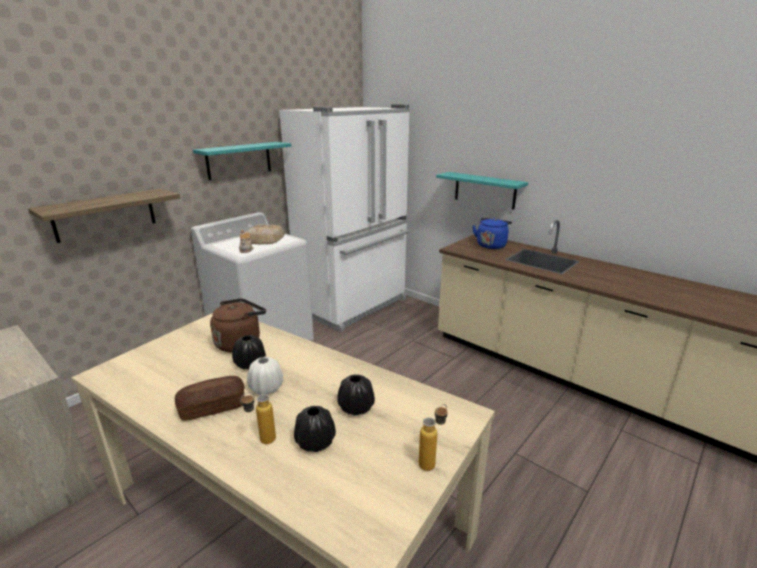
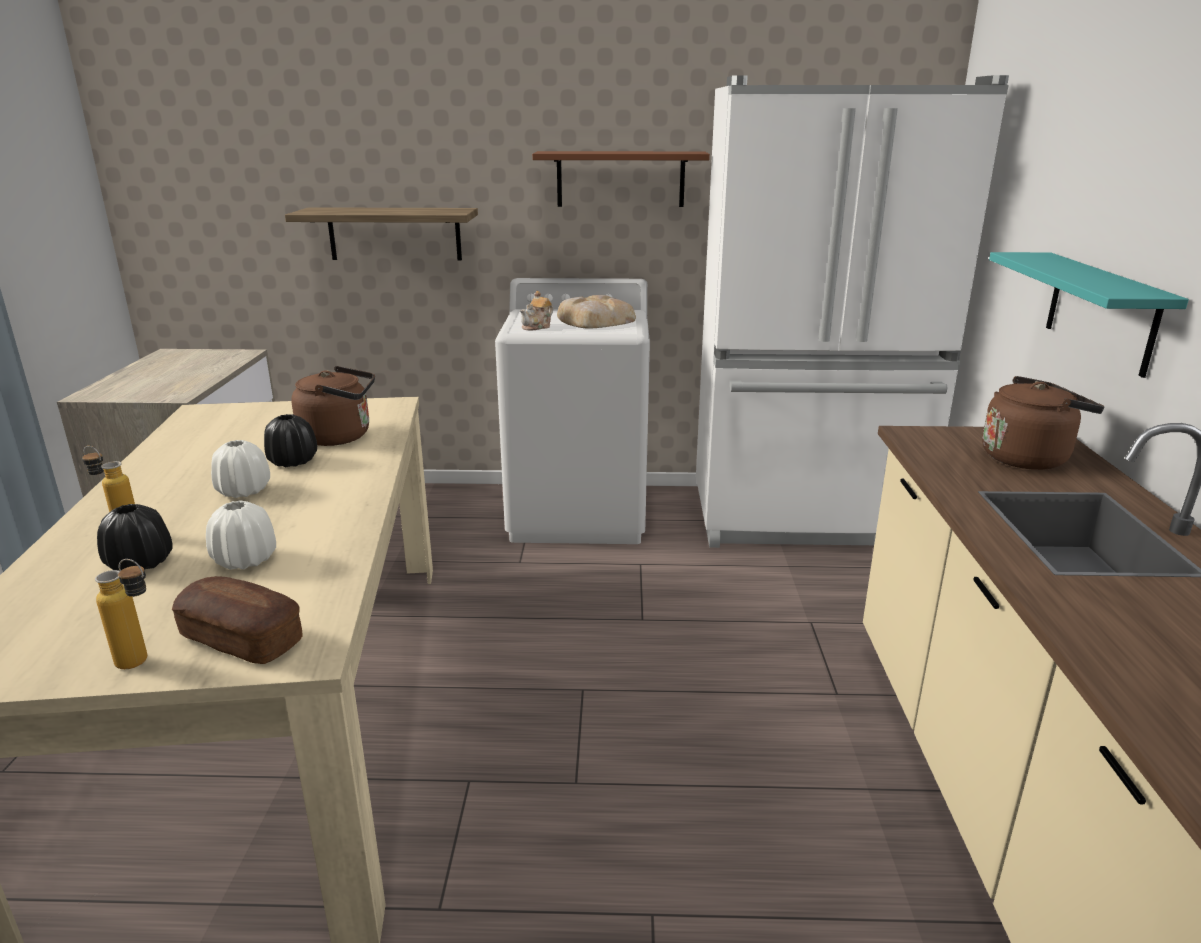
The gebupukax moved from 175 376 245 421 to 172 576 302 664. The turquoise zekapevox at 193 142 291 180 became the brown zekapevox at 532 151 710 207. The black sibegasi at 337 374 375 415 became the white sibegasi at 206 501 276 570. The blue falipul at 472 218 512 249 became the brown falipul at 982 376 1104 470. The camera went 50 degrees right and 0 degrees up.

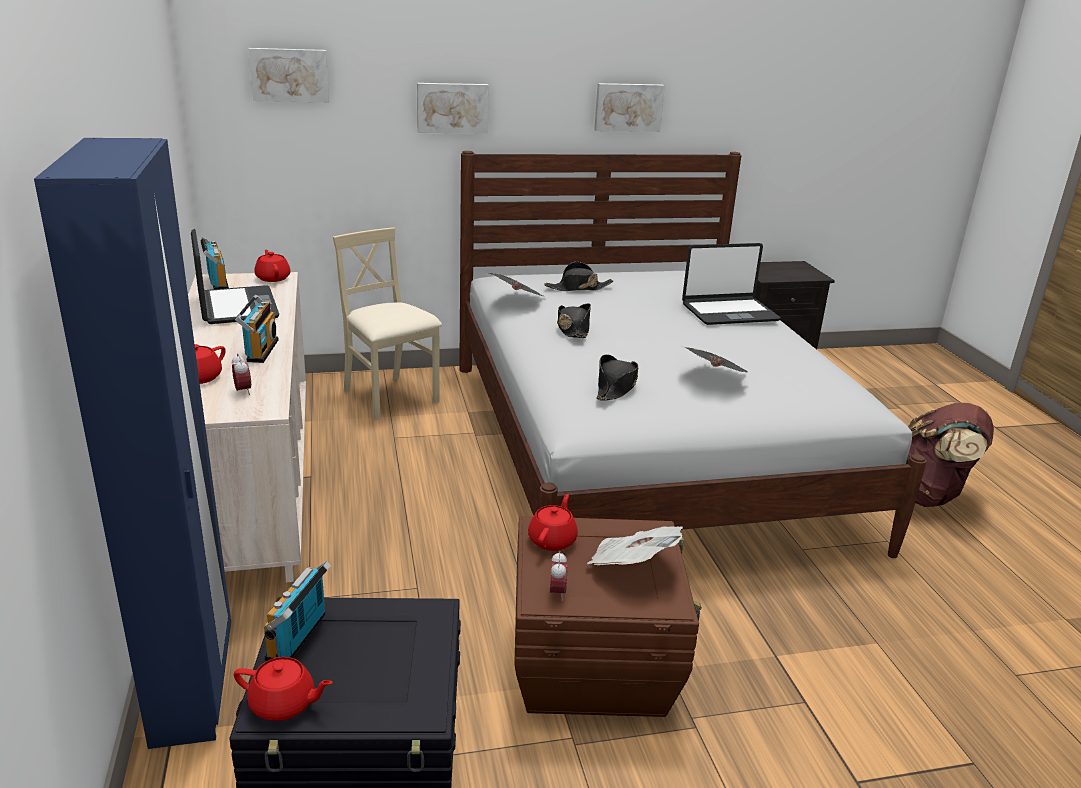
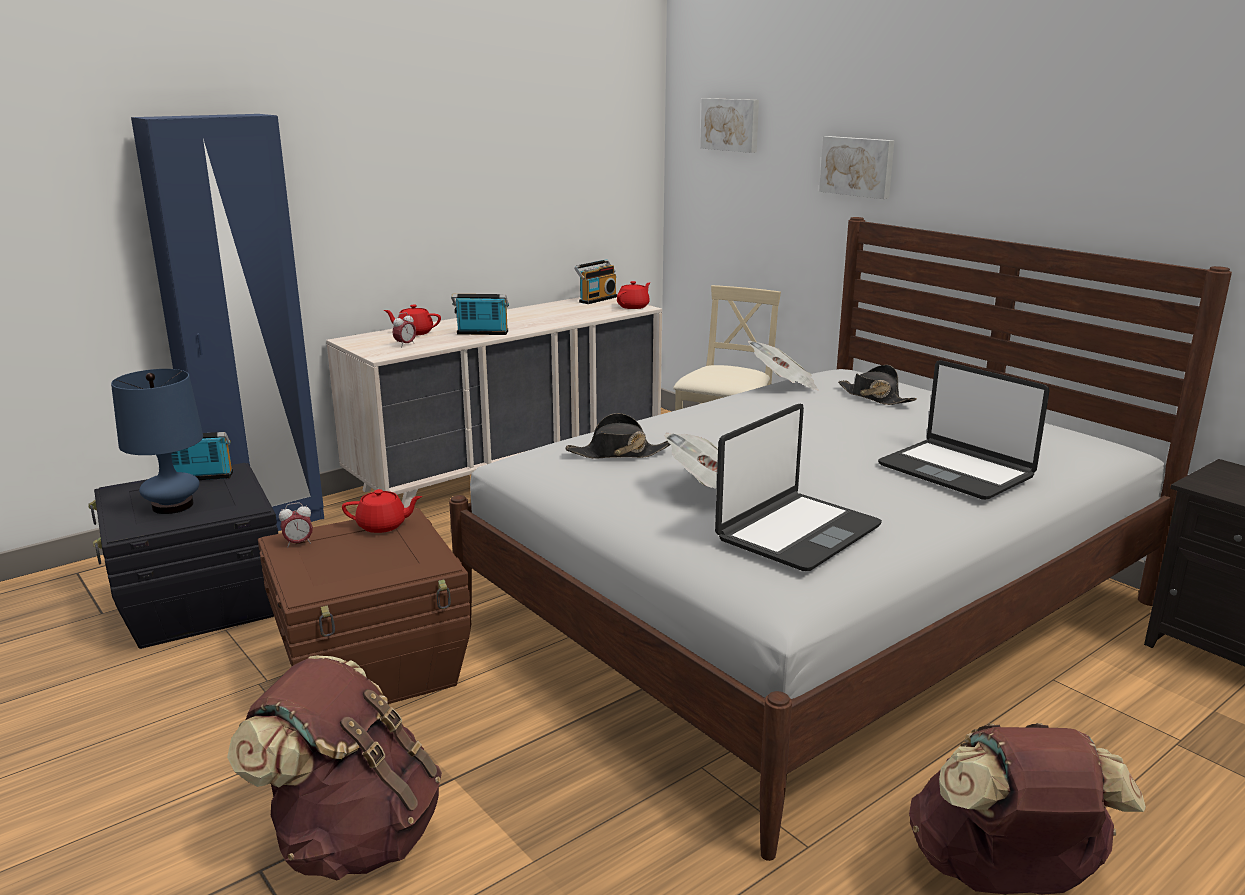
The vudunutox moved from 191 229 279 324 to 715 404 882 571. The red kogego at 234 657 333 721 disappeared. The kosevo at 235 295 279 363 turned 150 degrees counterclockwise. The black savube at 557 303 591 338 disappeared. The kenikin at 587 526 683 565 disappeared. The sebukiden at 594 83 665 132 disappeared. The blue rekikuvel at 111 369 203 514 appeared. The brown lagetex at 227 656 442 880 appeared. The camera went 65 degrees right and 5 degrees down.

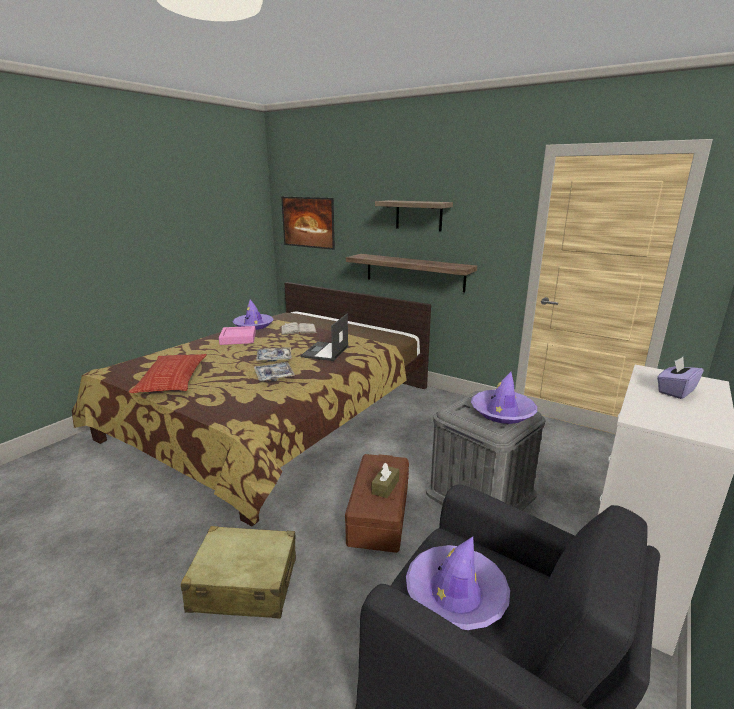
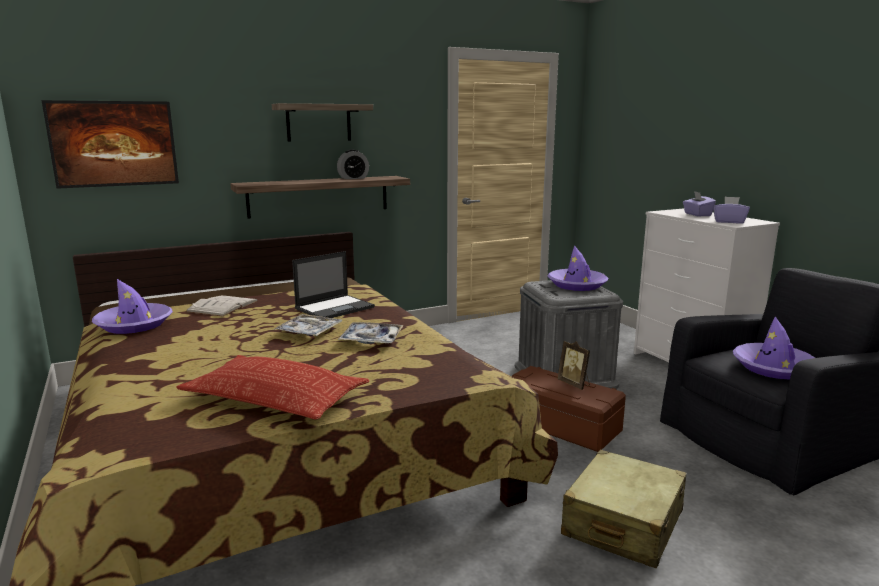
The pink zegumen at 219 326 256 345 disappeared. The vudunutox at 300 314 349 361 turned 90 degrees counterclockwise. The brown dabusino at 372 463 399 498 was replaced by the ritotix at 557 341 590 390. The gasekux at 337 150 369 179 appeared. The purple dabusino at 713 197 750 224 appeared. The camera went 60 degrees left and 5 degrees down.

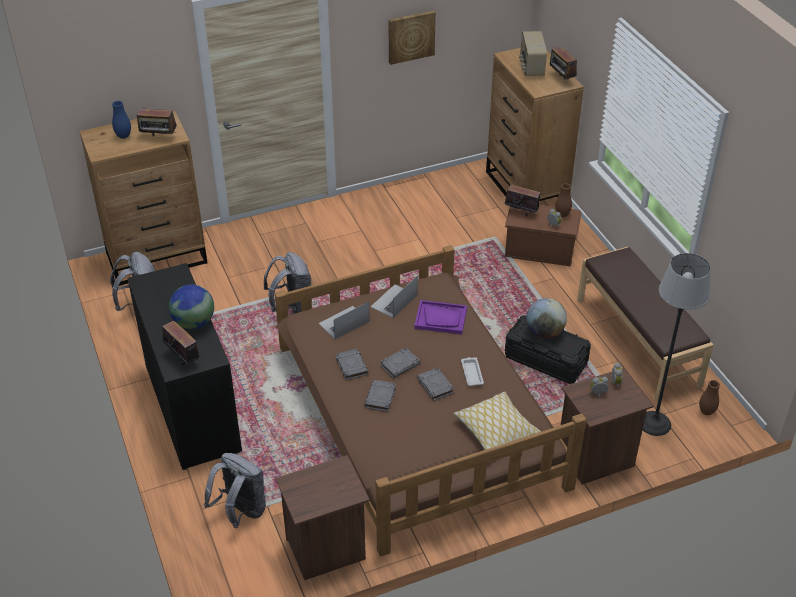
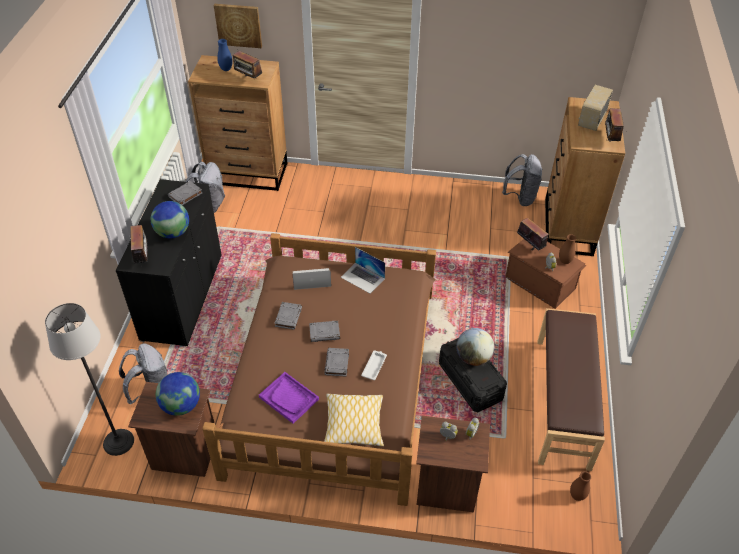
The grey lagetex moved from 264 252 313 314 to 502 154 543 206. The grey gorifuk moved from 364 380 396 412 to 168 181 202 205. The vudunutox at 371 275 418 318 turned 120 degrees counterclockwise. The sebukiden moved from 389 11 436 65 to 214 4 262 48. The purple zegumen moved from 414 300 467 334 to 259 372 319 424. The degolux moved from 643 253 711 436 to 45 303 134 456. The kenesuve at 156 372 200 416 appeared. The camera went 30 degrees right and 5 degrees up.

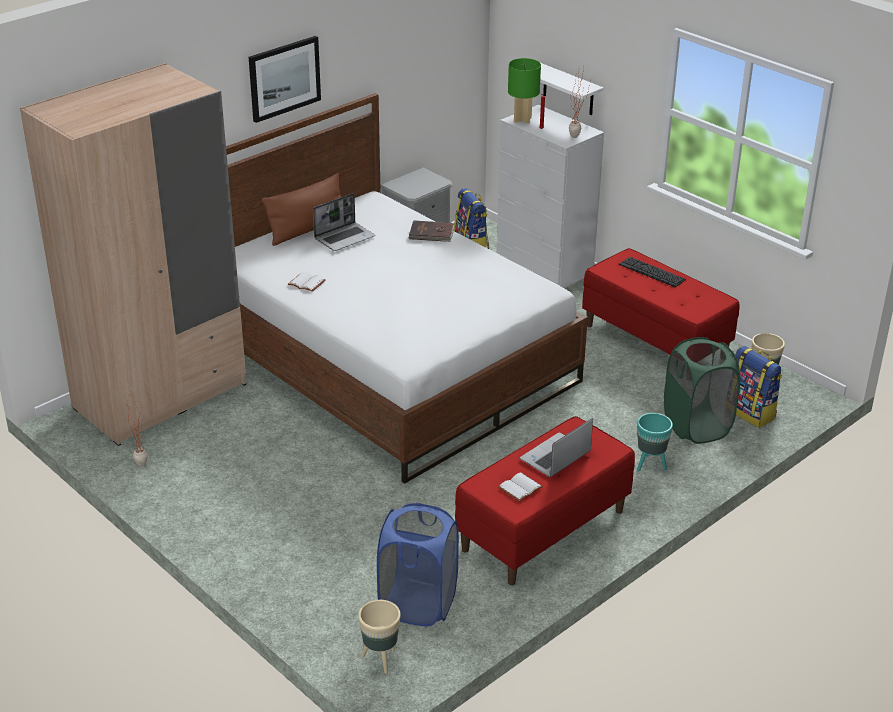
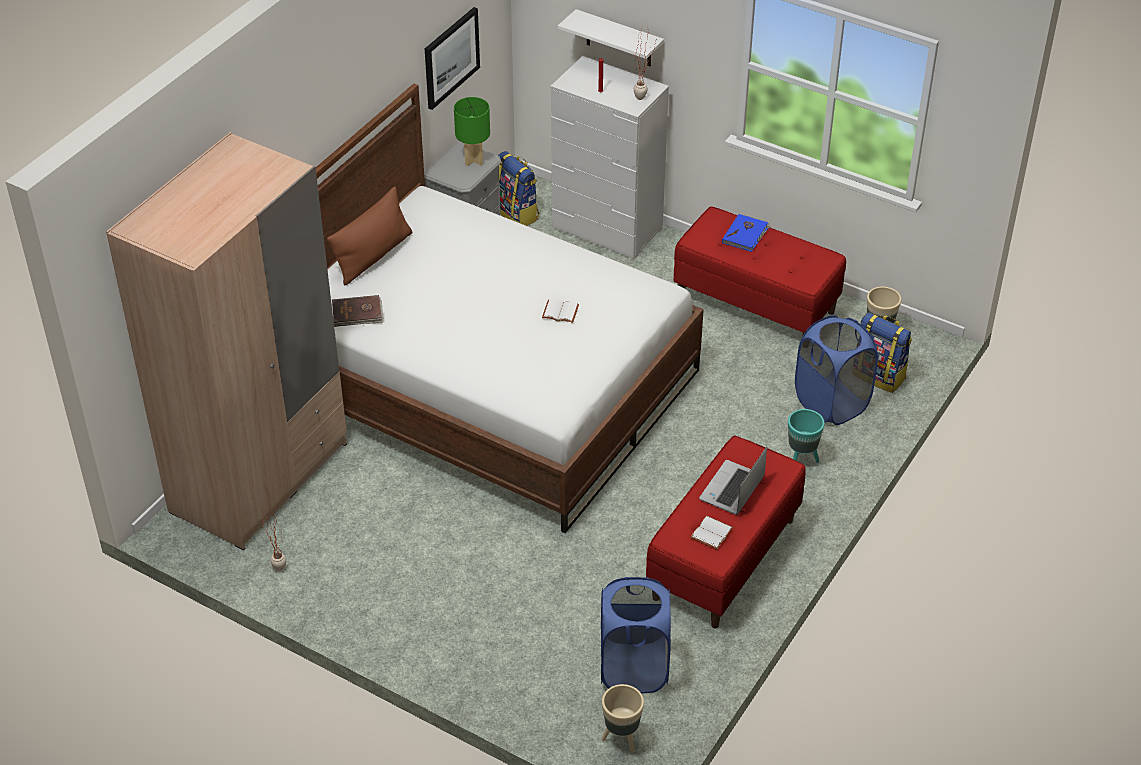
The sebukiden moved from 249 36 321 123 to 425 7 480 110. The white gorifuk moved from 288 272 326 292 to 542 299 579 323. The vudunutox at 313 193 375 251 disappeared. The brown gorifuk moved from 408 220 455 242 to 332 295 383 327. The green rekikuvel moved from 508 58 541 124 to 454 97 490 166. The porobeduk at 619 257 686 287 was replaced by the blue gorifuk at 722 214 770 252. The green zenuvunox at 664 337 740 444 became the blue zenuvunox at 795 315 878 425. The camera went 15 degrees left and 10 degrees up.

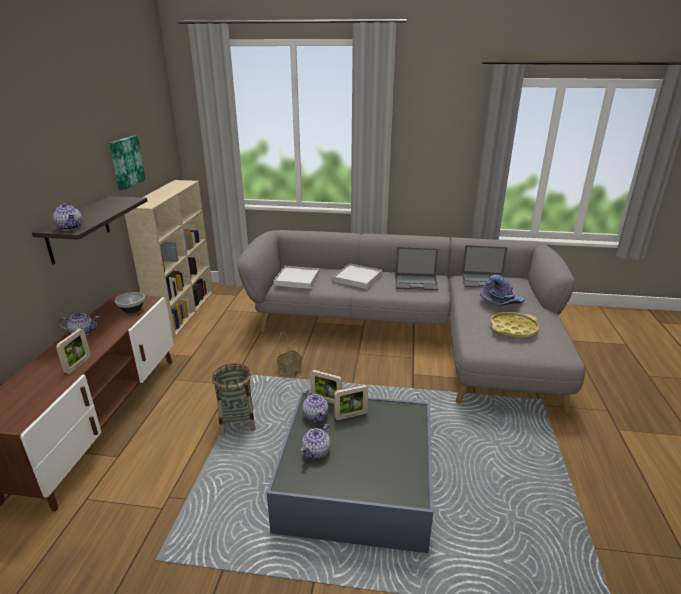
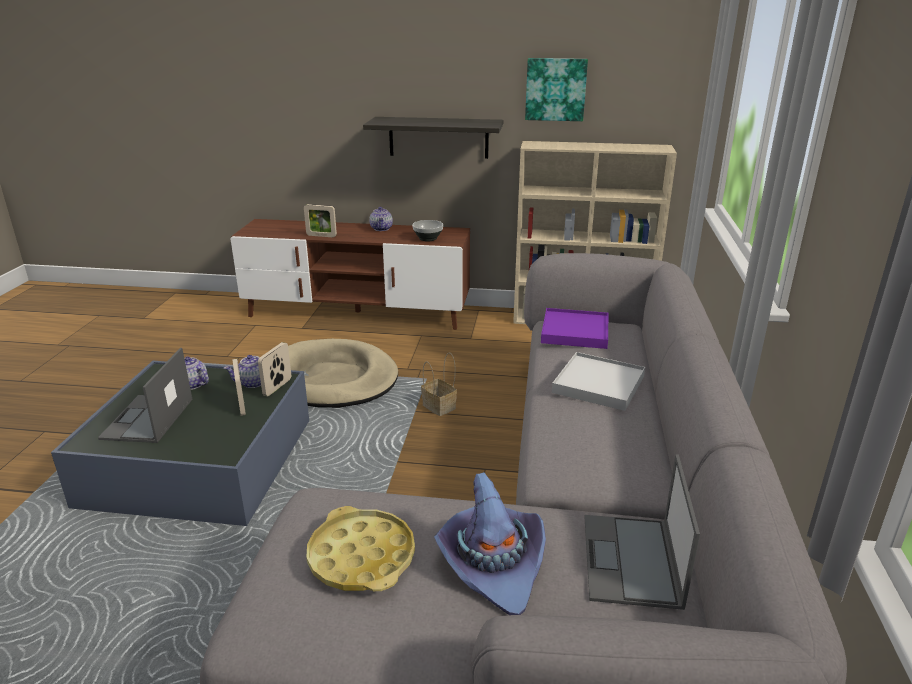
The kogego at 53 203 82 230 disappeared. The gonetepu at 212 363 256 436 was replaced by the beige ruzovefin at 288 339 398 408. The white zegumen at 274 266 319 289 became the purple zegumen at 541 308 608 349. The vudunutox moved from 395 247 438 290 to 98 348 192 443. The camera went 90 degrees right and 0 degrees up.

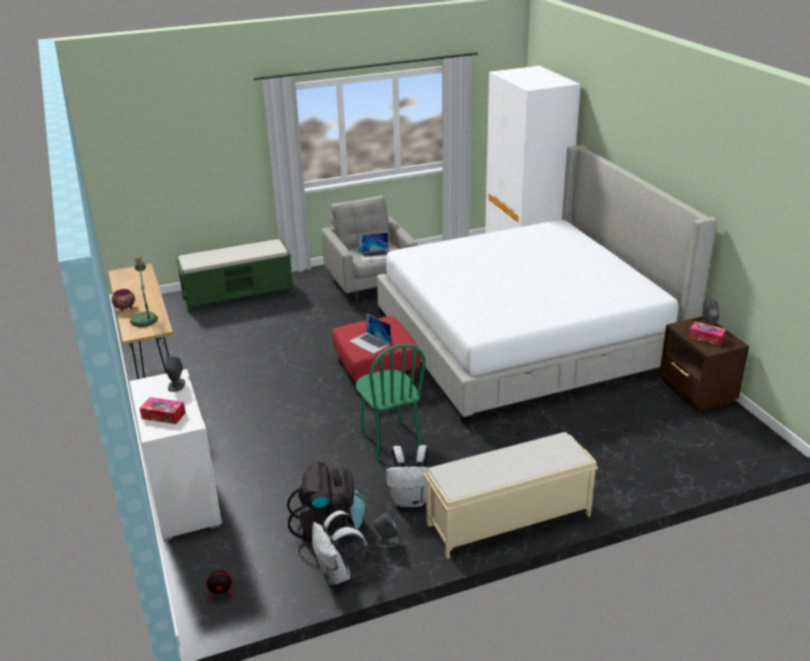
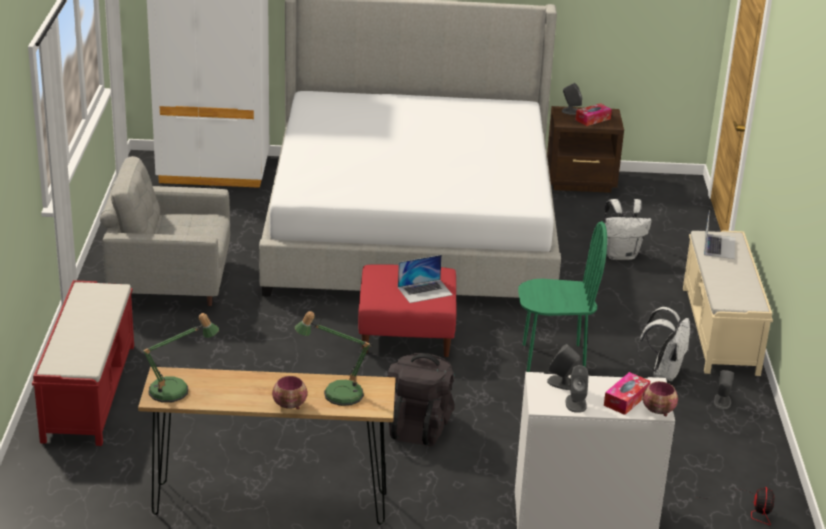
The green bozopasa at 175 238 294 313 became the red bozopasa at 32 280 134 446. The black lagetex moved from 287 461 365 542 to 387 353 455 446. The white lagetex moved from 312 510 369 585 to 604 199 652 260. The vudunutox moved from 358 232 389 261 to 704 214 735 259. The rekikuvel at 141 313 219 403 appeared. The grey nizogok at 566 365 589 413 appeared. The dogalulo at 643 381 678 416 appeared. The camera went 70 degrees left and 0 degrees up.

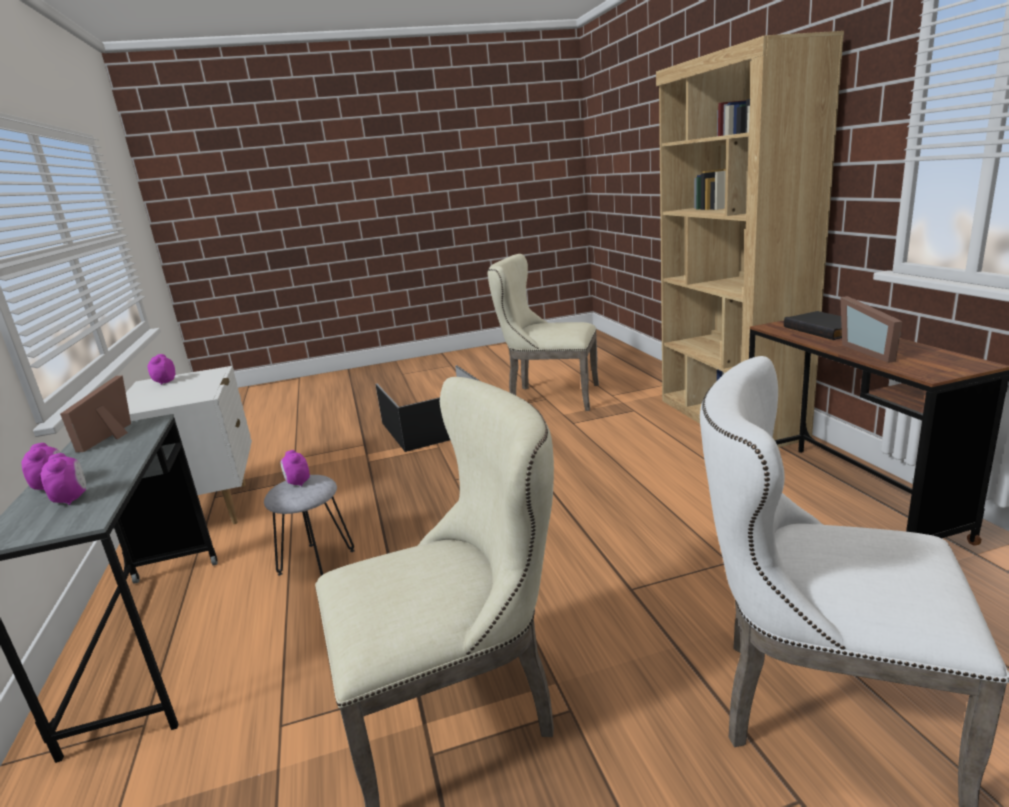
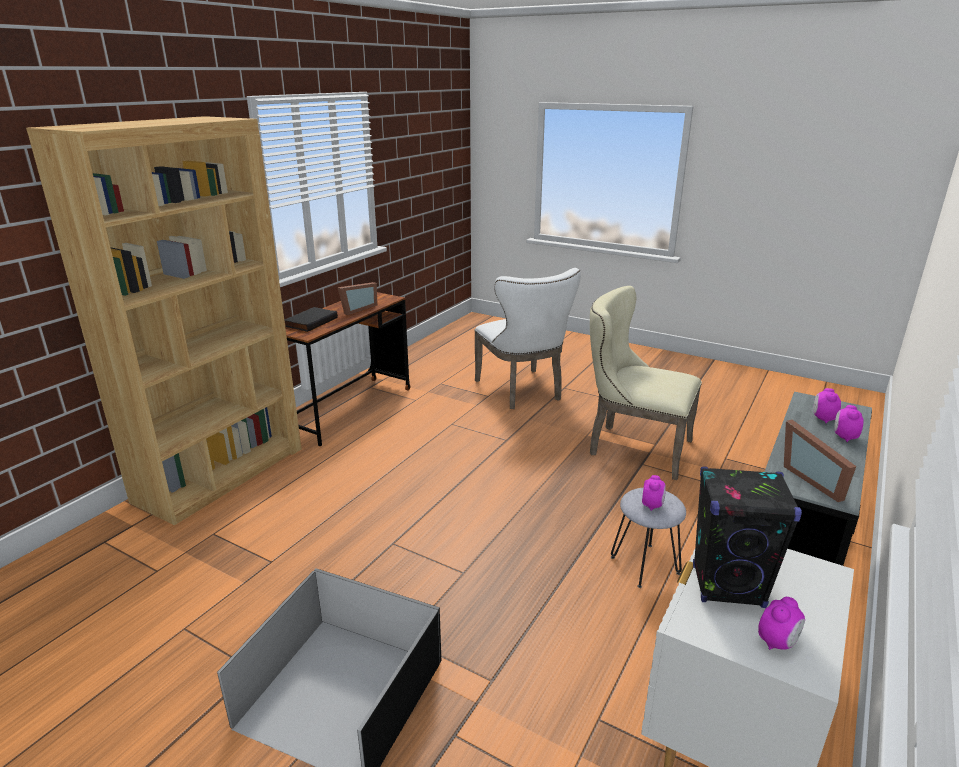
The ritotix at 60 375 131 452 turned 105 degrees clockwise. The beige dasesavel at 488 254 599 411 disappeared. The black nizogok at 693 466 802 608 appeared. The camera went 135 degrees left and 5 degrees up.

